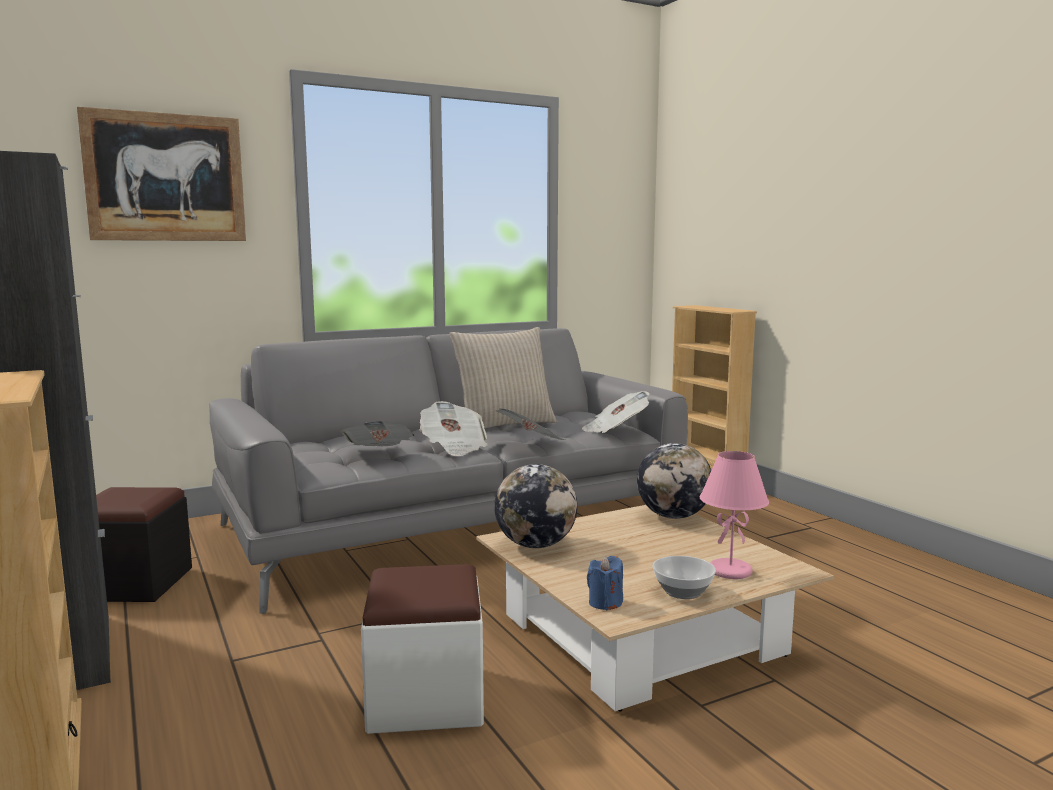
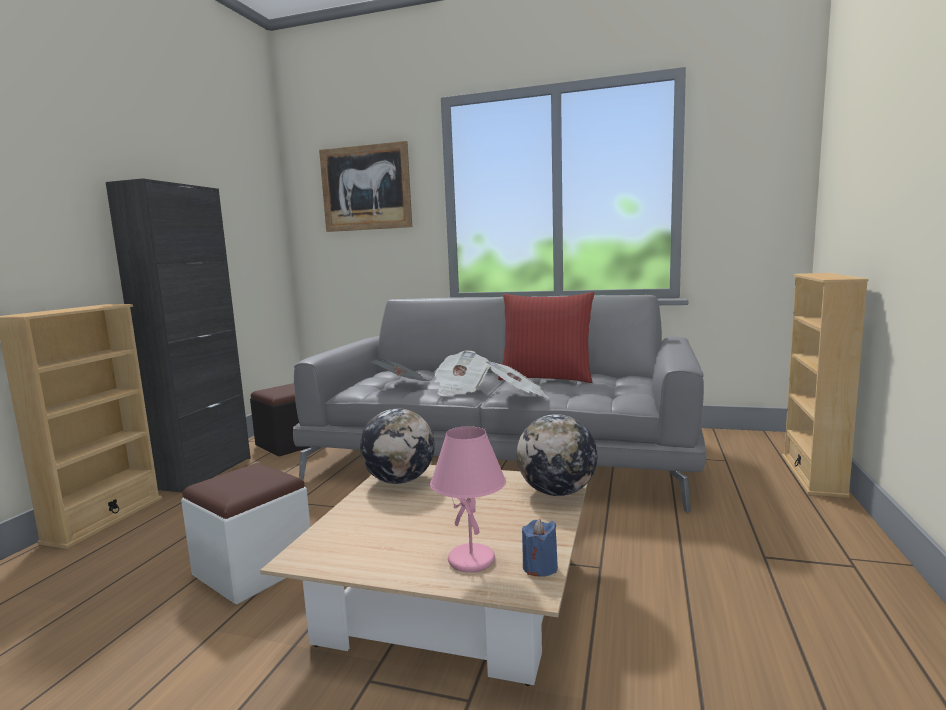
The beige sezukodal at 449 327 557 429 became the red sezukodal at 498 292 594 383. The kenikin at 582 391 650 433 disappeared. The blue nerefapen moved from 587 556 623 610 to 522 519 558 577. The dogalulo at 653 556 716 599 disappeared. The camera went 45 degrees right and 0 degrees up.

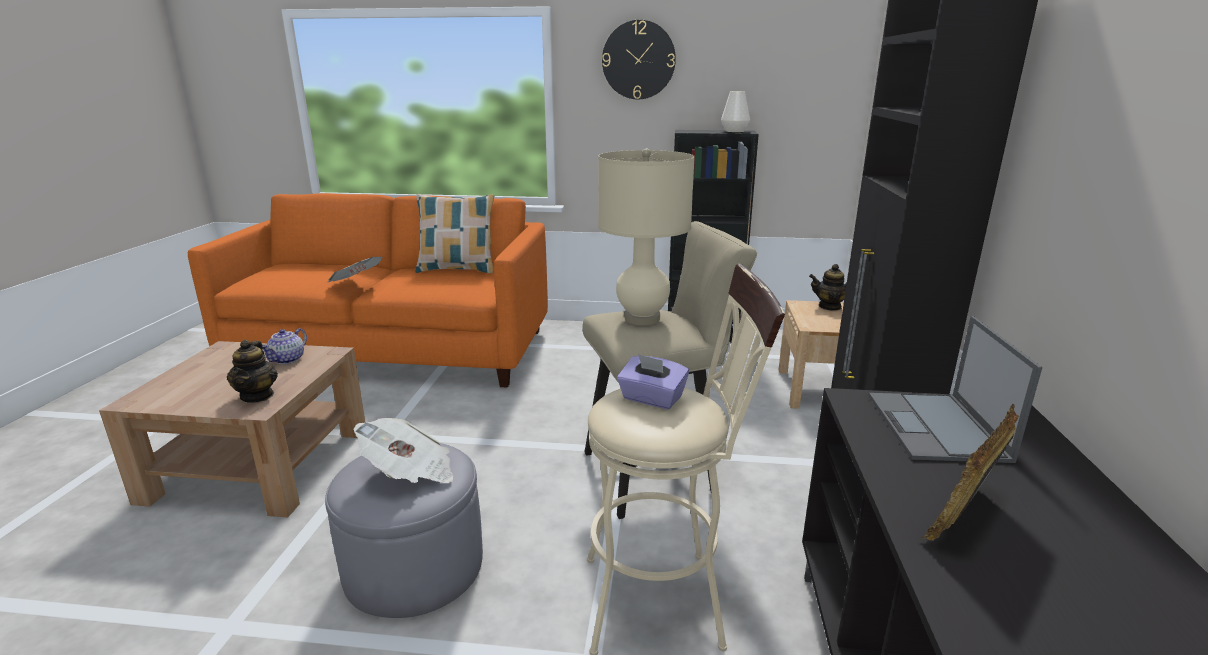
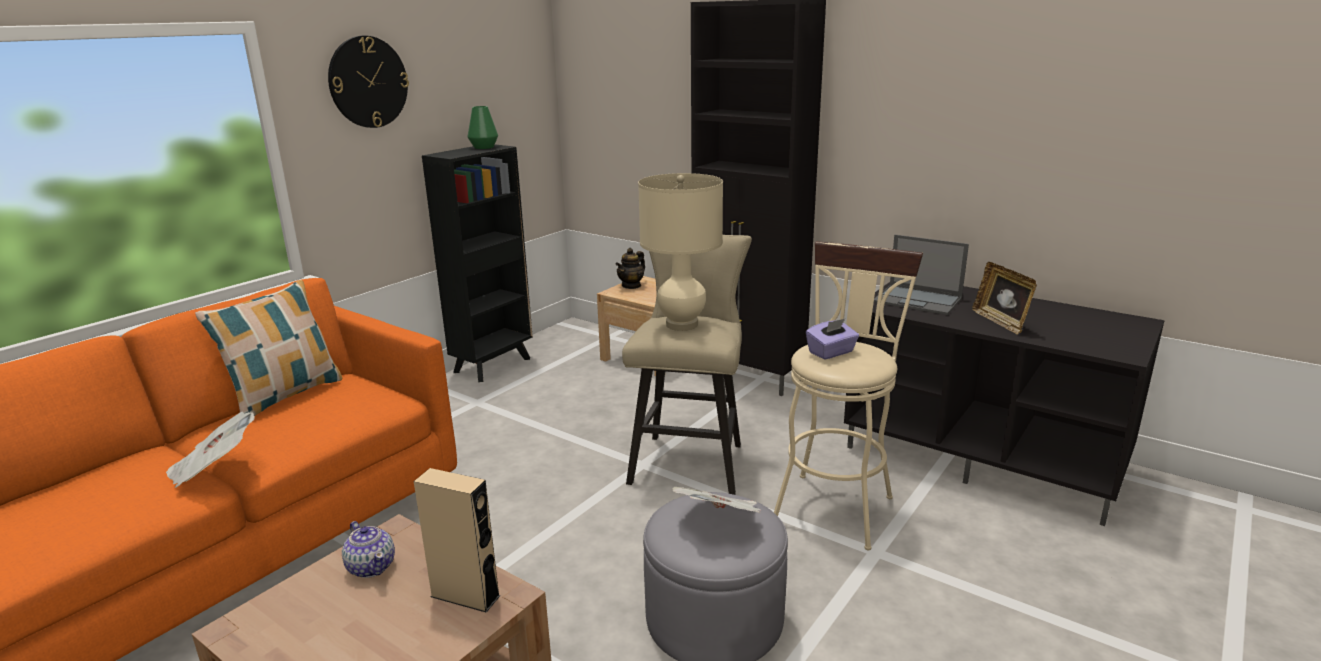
The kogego at 227 340 278 403 was replaced by the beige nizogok at 414 468 501 613. The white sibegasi at 721 91 750 132 became the green sibegasi at 468 106 498 149. The camera went 60 degrees left and 0 degrees up.

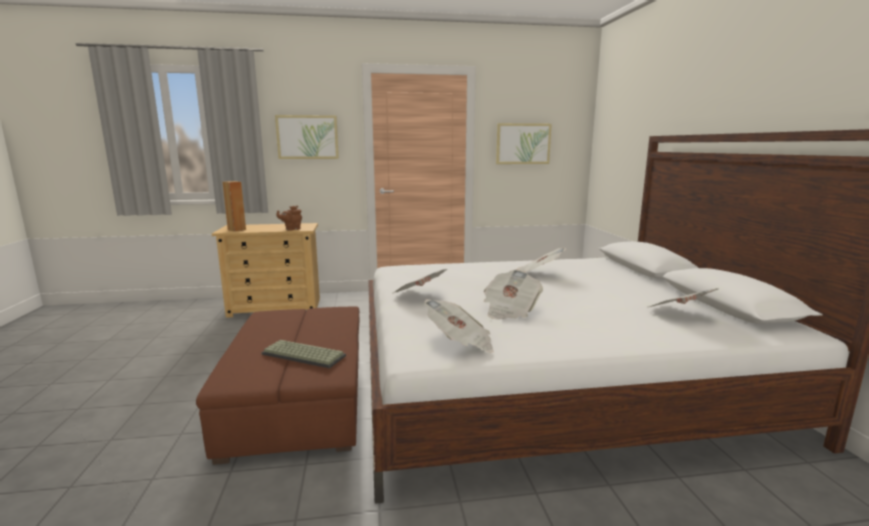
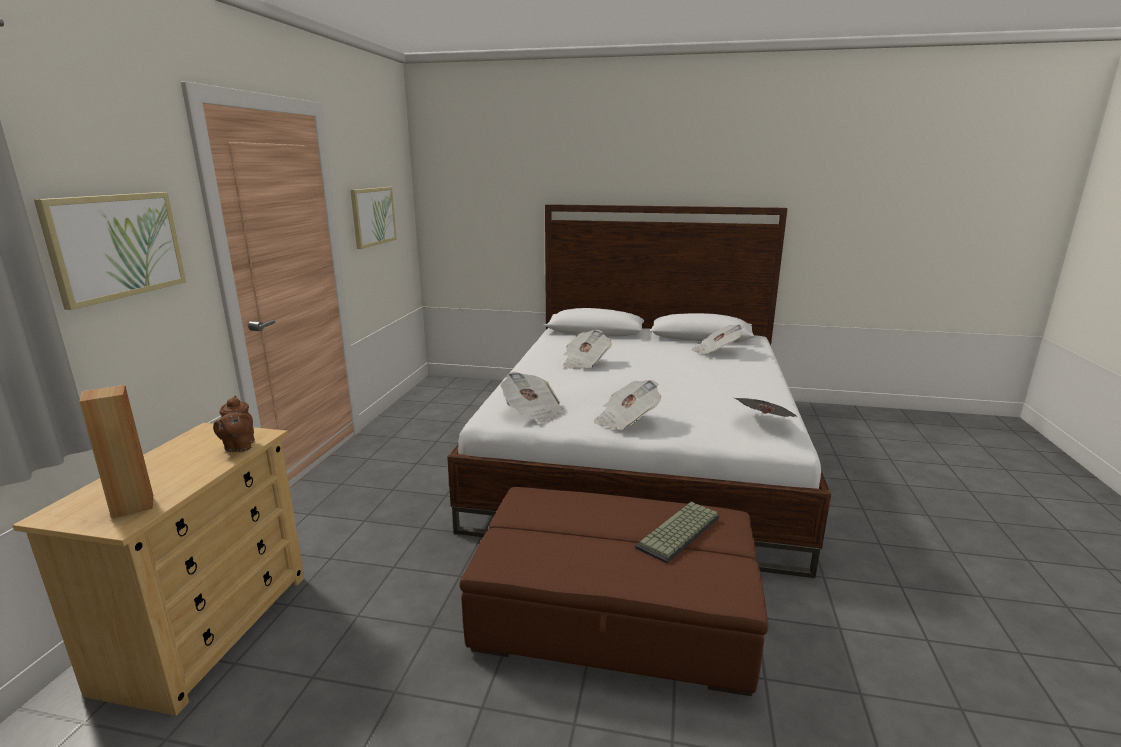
The kenikin moved from 484 270 543 319 to 501 372 563 424. The camera went 70 degrees left and 5 degrees up.

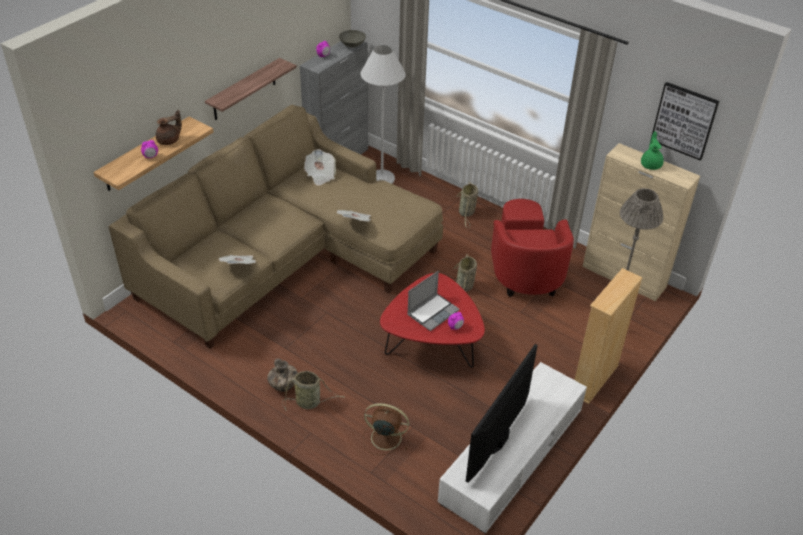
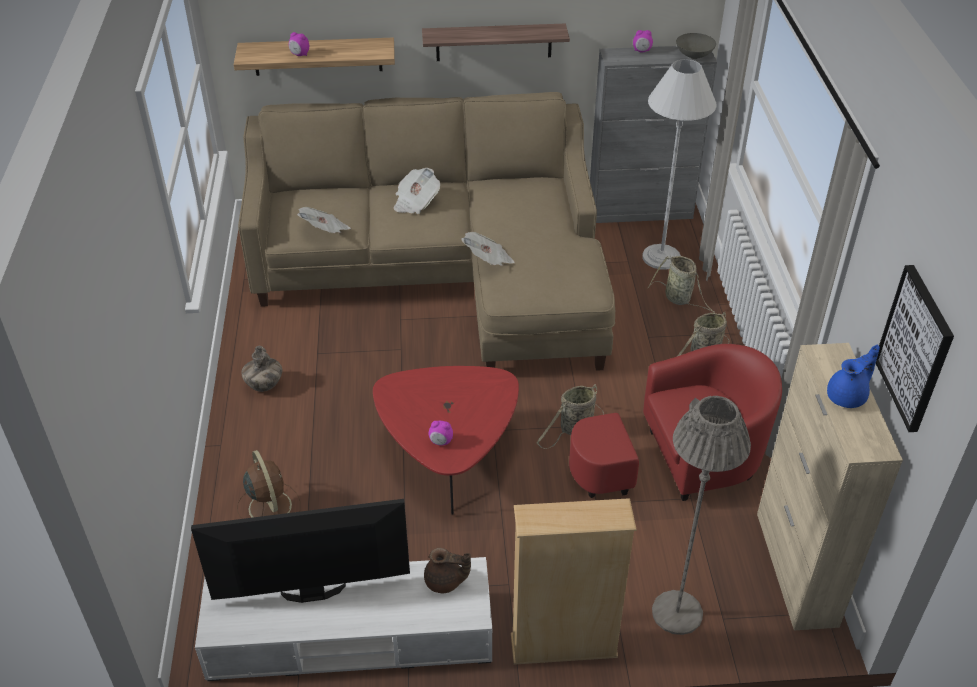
The brown kogego moved from 156 110 182 145 to 424 548 471 593. The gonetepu moved from 282 371 345 410 to 648 256 715 313. The kenikin moved from 304 149 336 186 to 394 168 440 214. The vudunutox at 407 271 460 331 disappeared. The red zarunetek at 491 199 574 297 turned 150 degrees counterclockwise. The green kogego at 641 131 664 170 became the blue kogego at 827 345 880 408. The camera went 50 degrees right and 0 degrees up.

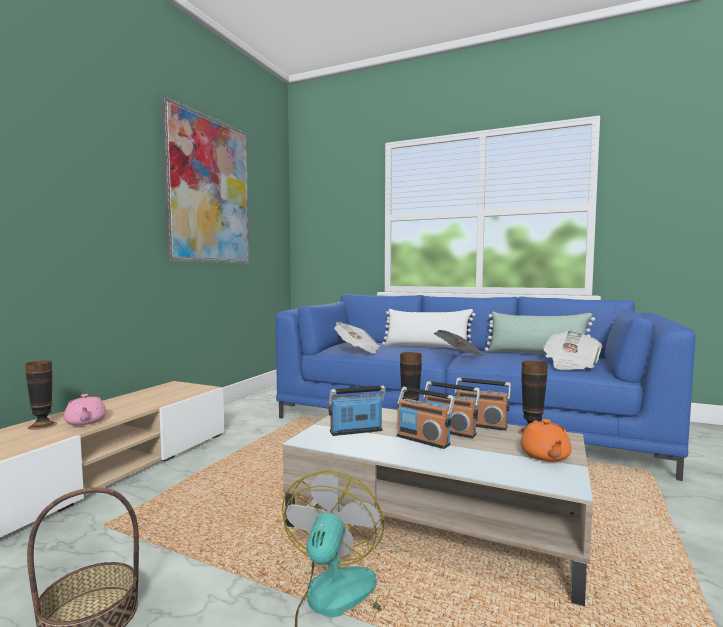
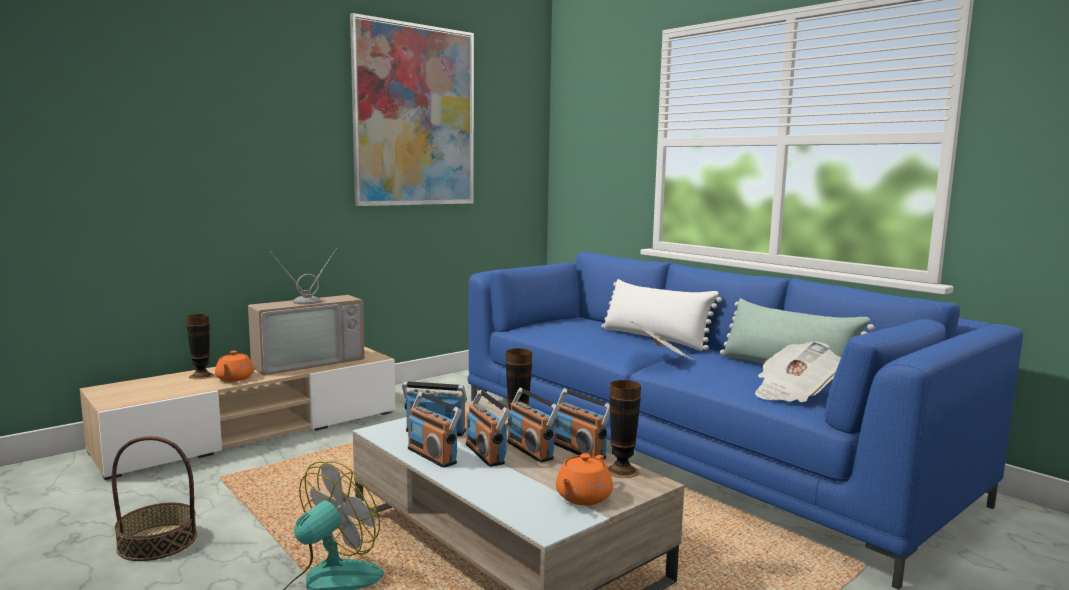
The pink kogego at 64 394 106 426 became the orange kogego at 215 351 254 382. The kenikin at 334 322 380 353 disappeared. The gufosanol at 248 248 365 375 appeared. The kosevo at 408 392 462 468 appeared. The camera went 25 degrees right and 5 degrees up.

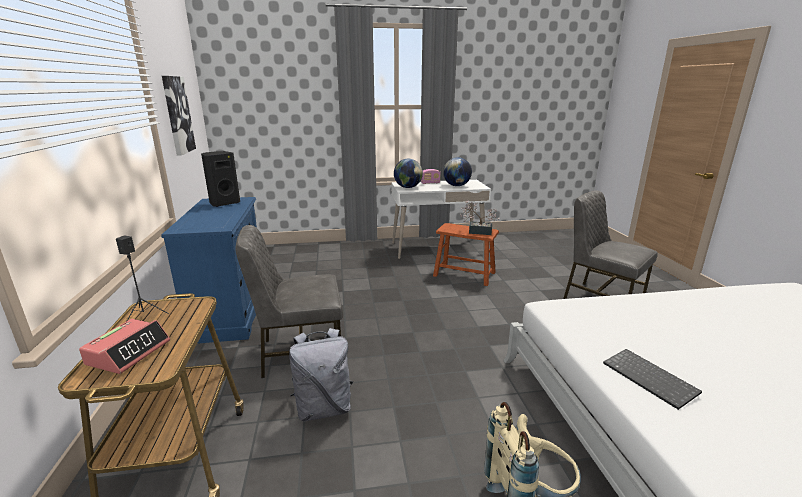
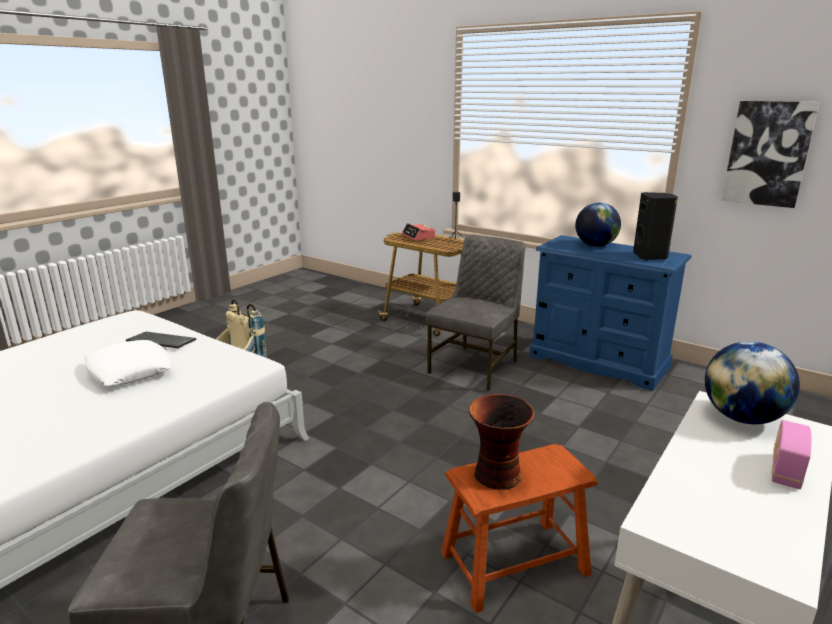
The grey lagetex at 289 328 353 421 disappeared. The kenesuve moved from 443 157 472 186 to 575 203 621 247. The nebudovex at 460 200 500 235 was replaced by the sibegasi at 468 394 534 490. The white sezukodal at 85 340 173 386 appeared. The camera went 135 degrees right and 0 degrees up.

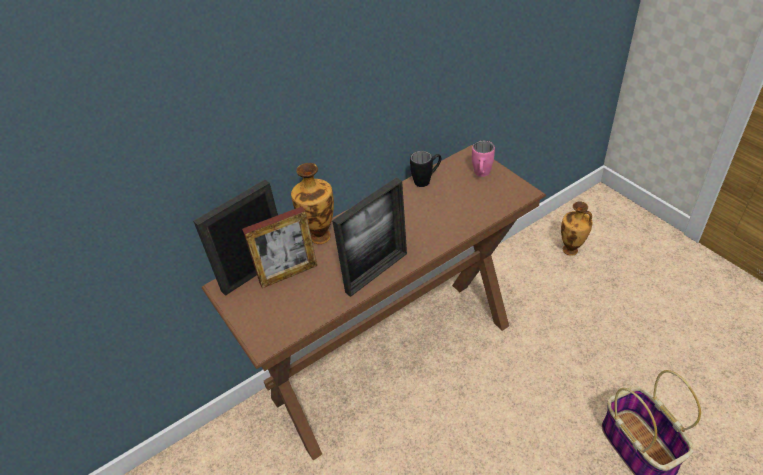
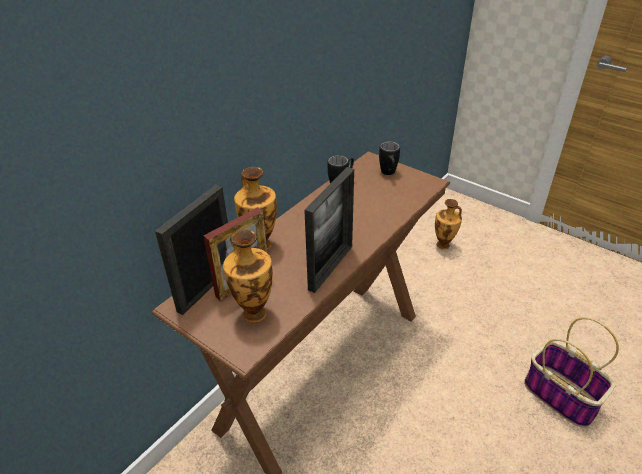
The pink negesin at 472 141 495 177 became the black negesin at 379 141 400 175. The sibegasi at 223 230 273 323 appeared. The camera went 20 degrees left and 5 degrees down.

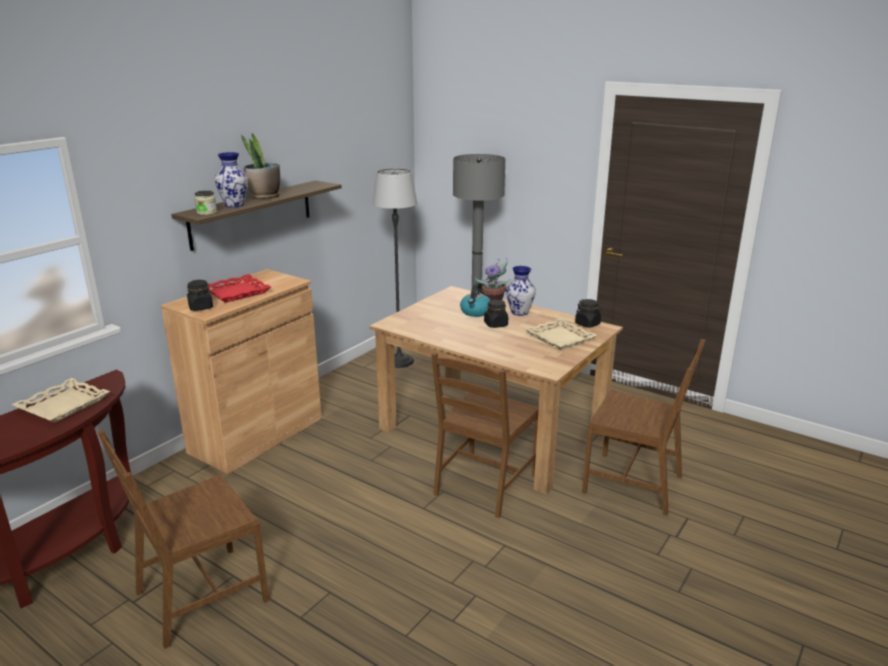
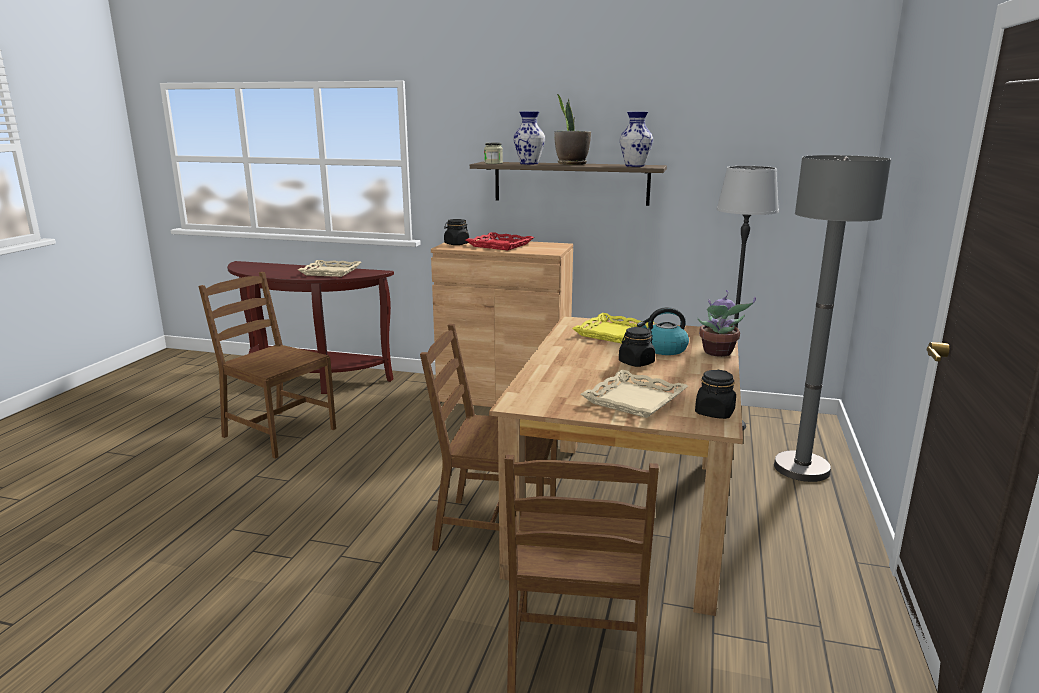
The sibegasi moved from 506 266 536 316 to 620 112 653 167. The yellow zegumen at 572 313 654 344 appeared. The camera went 70 degrees right and 5 degrees down.

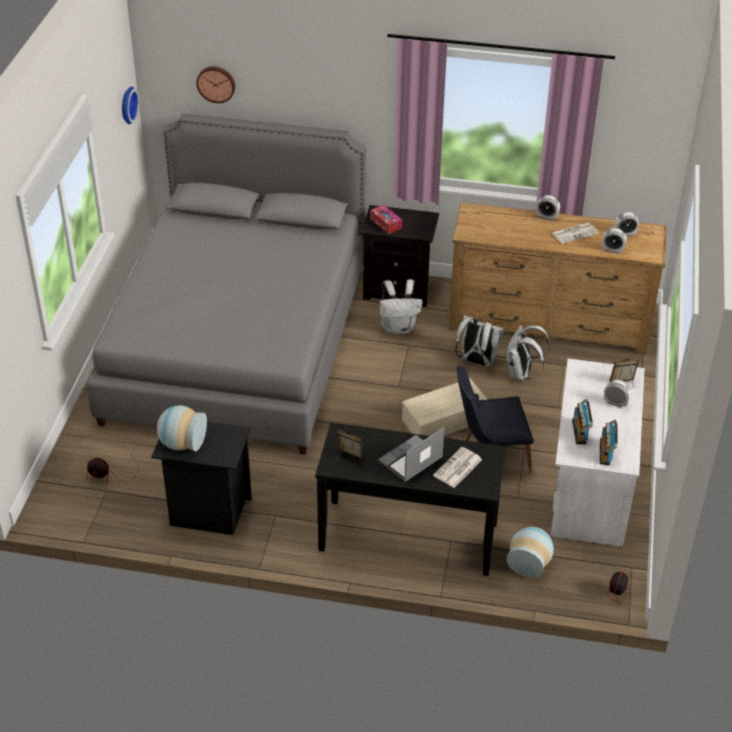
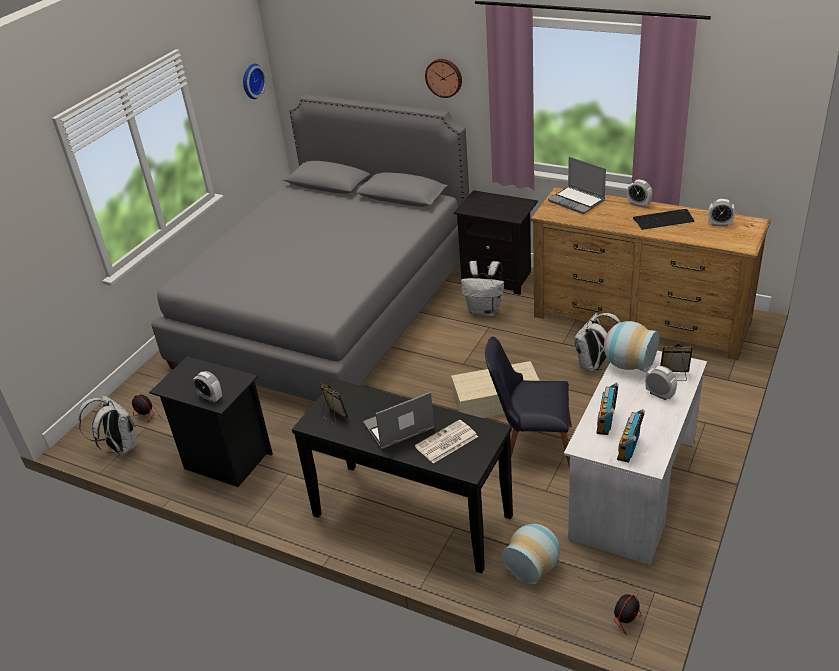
The sibegasi moved from 157 405 207 451 to 604 321 660 372. The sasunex moved from 196 67 235 103 to 425 59 462 98. The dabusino at 370 205 402 234 disappeared. The white lagetex moved from 455 315 504 366 to 78 395 137 456. The kenikin at 552 223 598 244 was replaced by the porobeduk at 633 209 695 230. The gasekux moved from 602 228 627 254 to 193 371 222 402. The vudunutox at 548 157 606 214 appeared. The camera went 20 degrees right and 5 degrees down.

